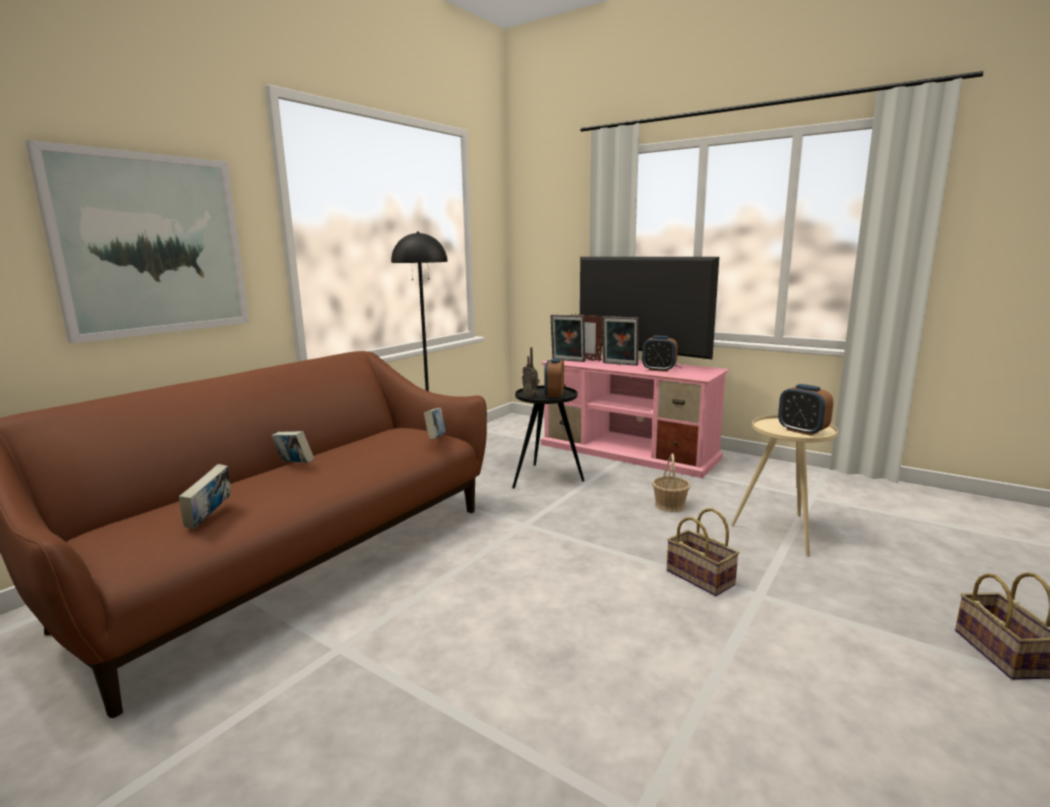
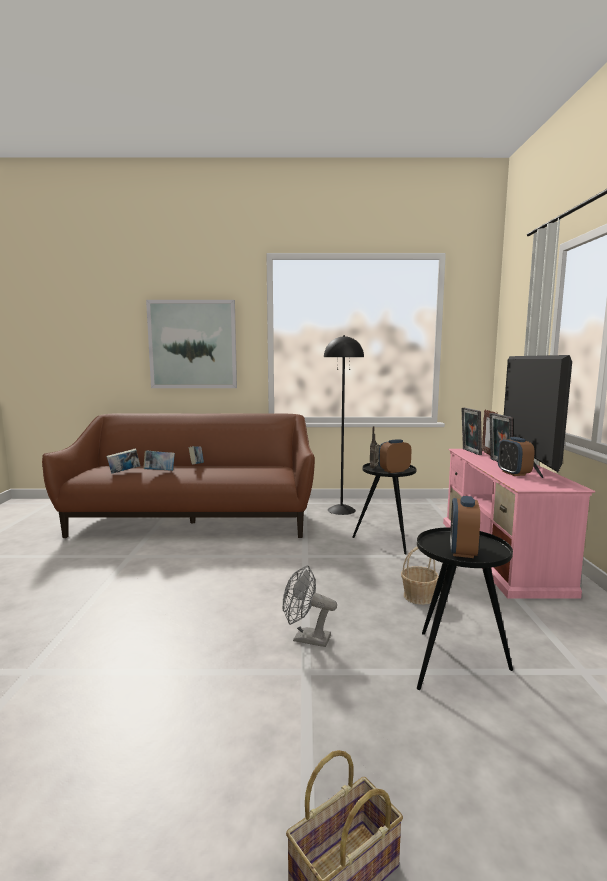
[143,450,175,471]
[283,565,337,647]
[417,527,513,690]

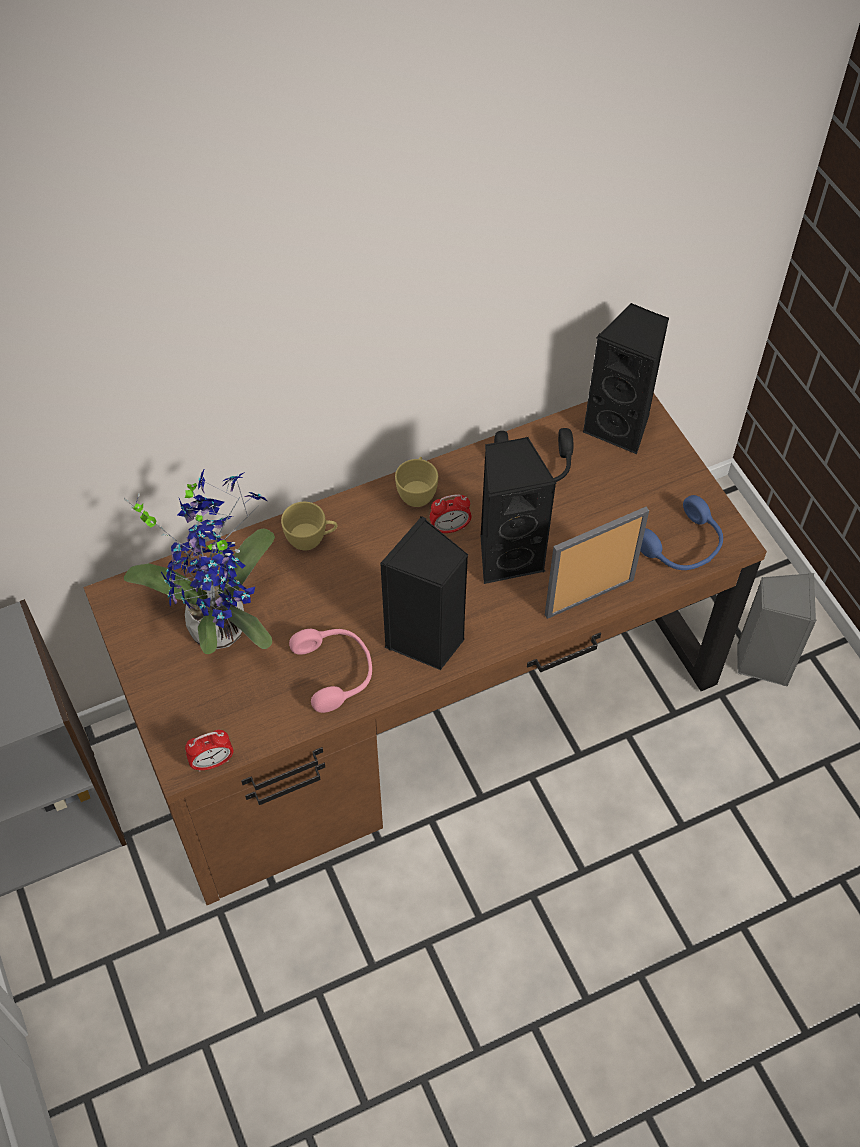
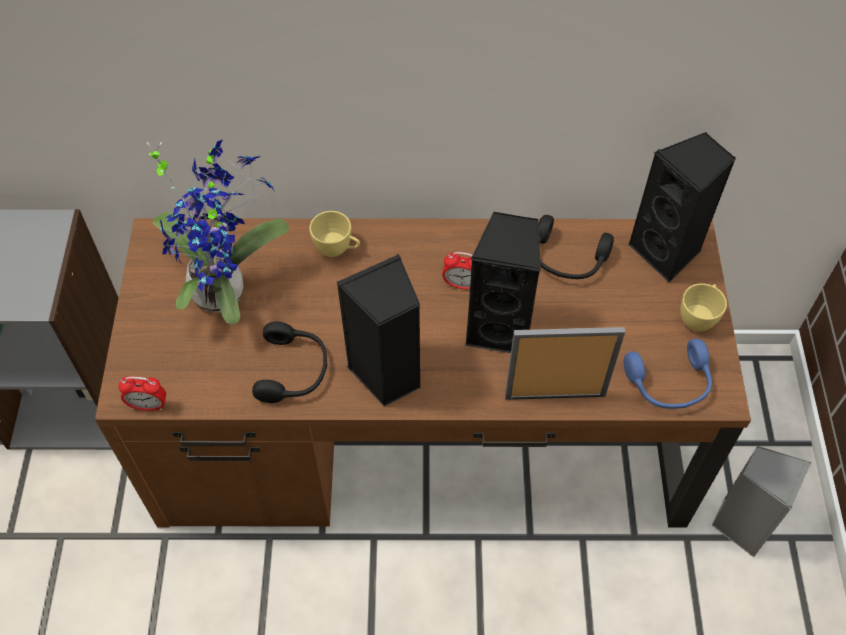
[252,322,327,403]
[681,283,727,331]

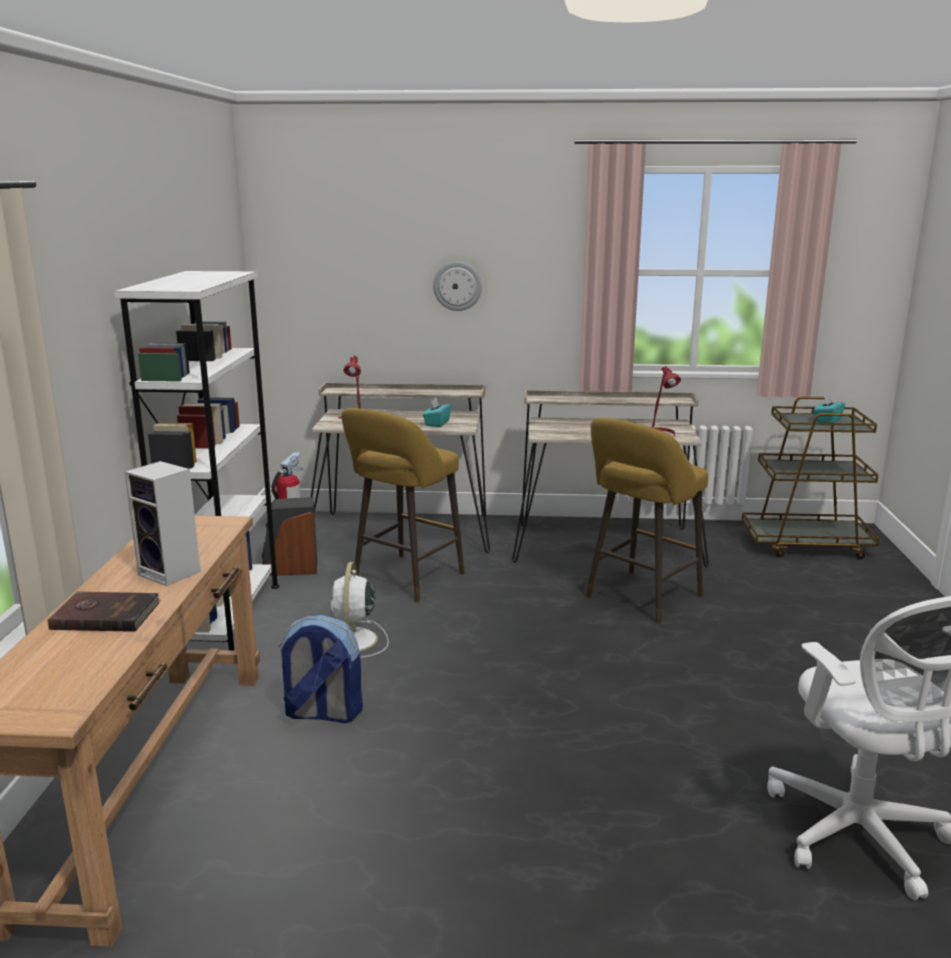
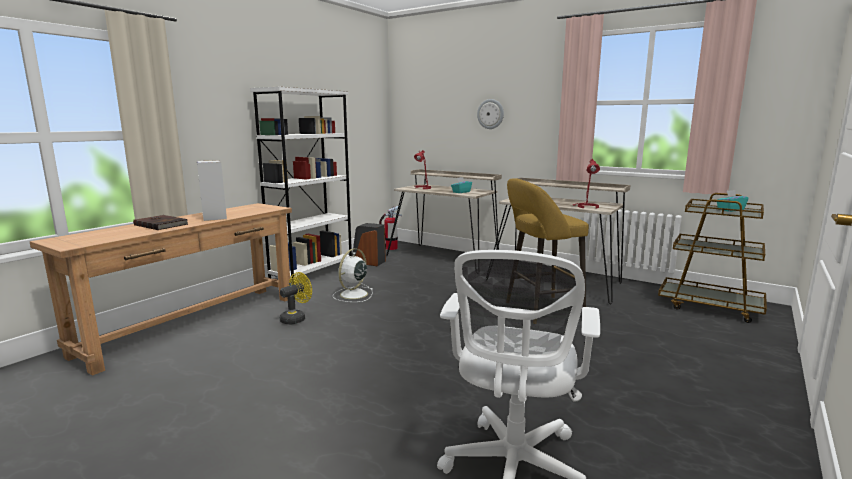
[280,272,312,325]
[342,408,465,602] (first image)

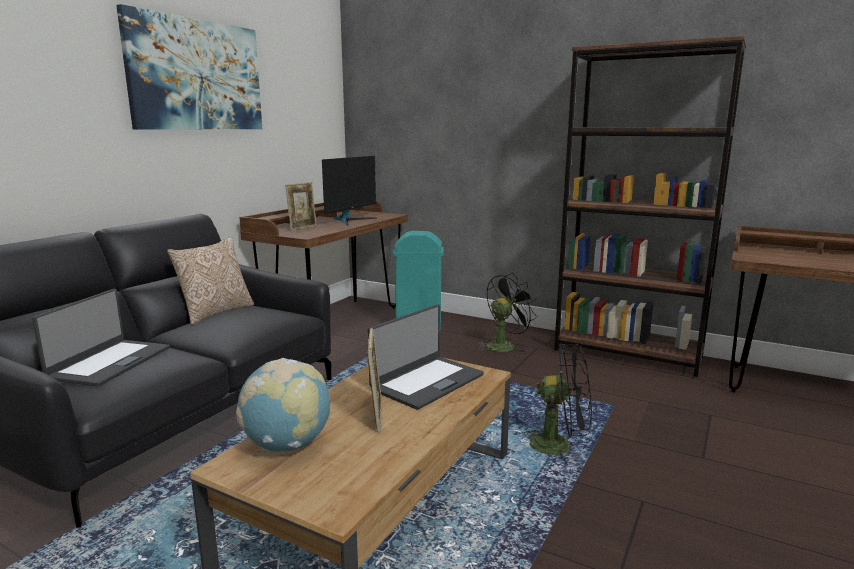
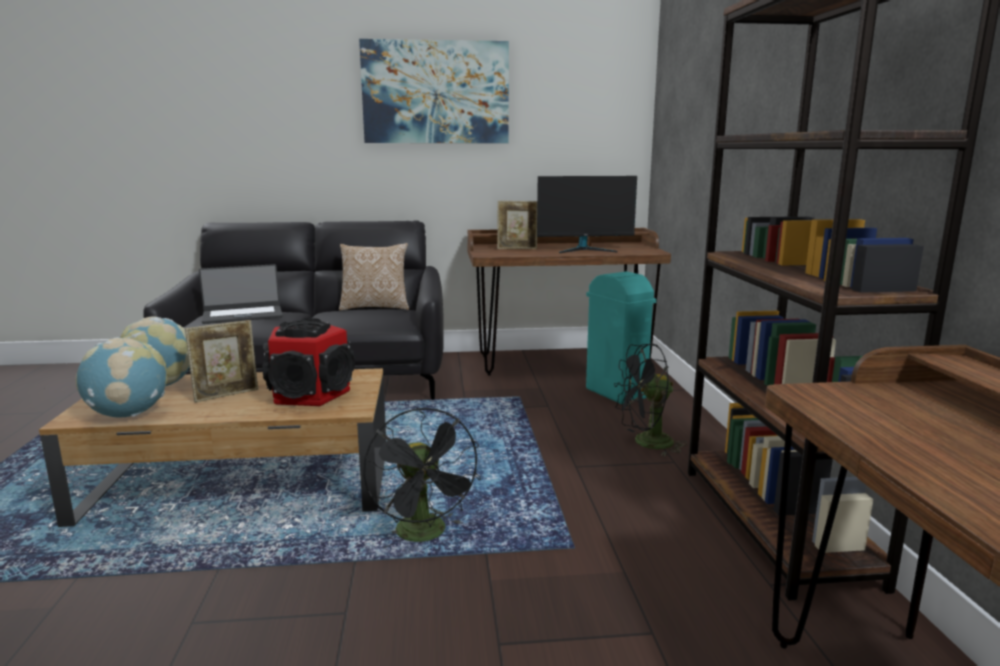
[76,337,167,418]
[262,318,355,406]
[614,343,688,456]

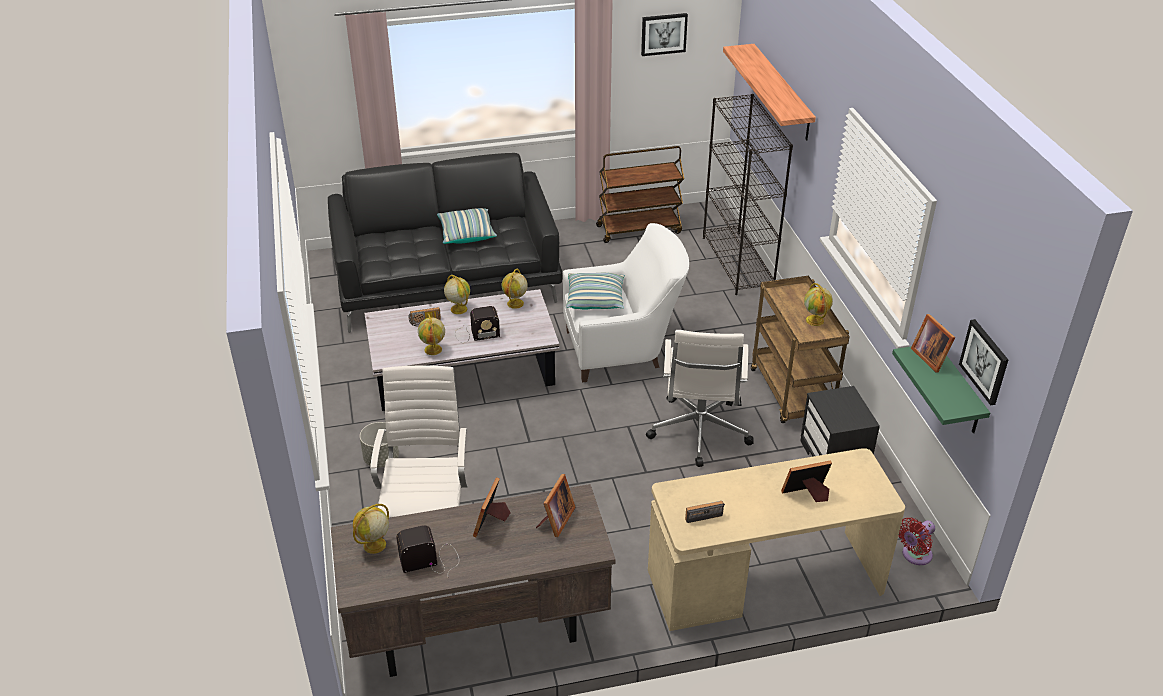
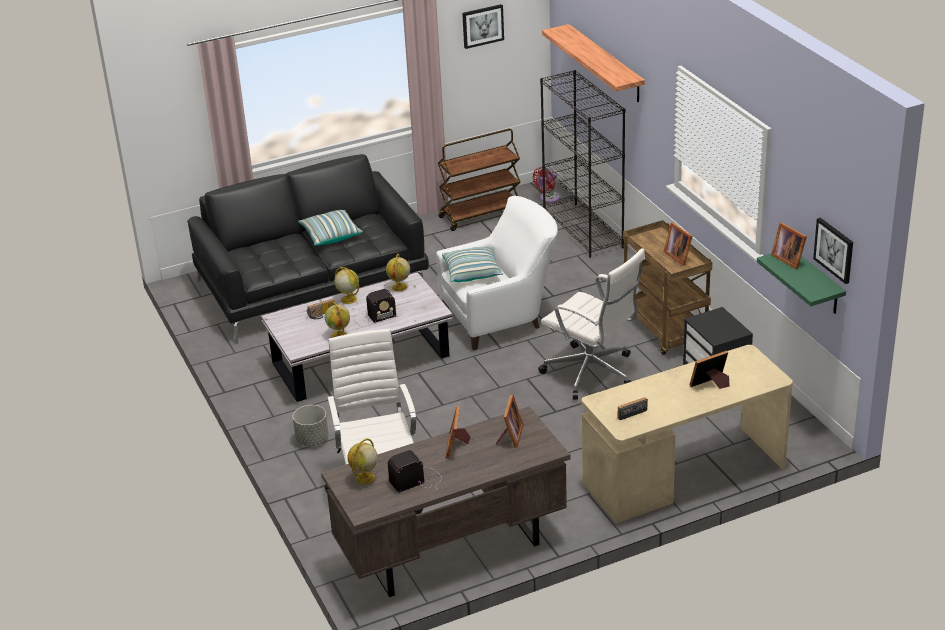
[532,167,560,203]
[538,248,645,400]
[663,223,693,265]

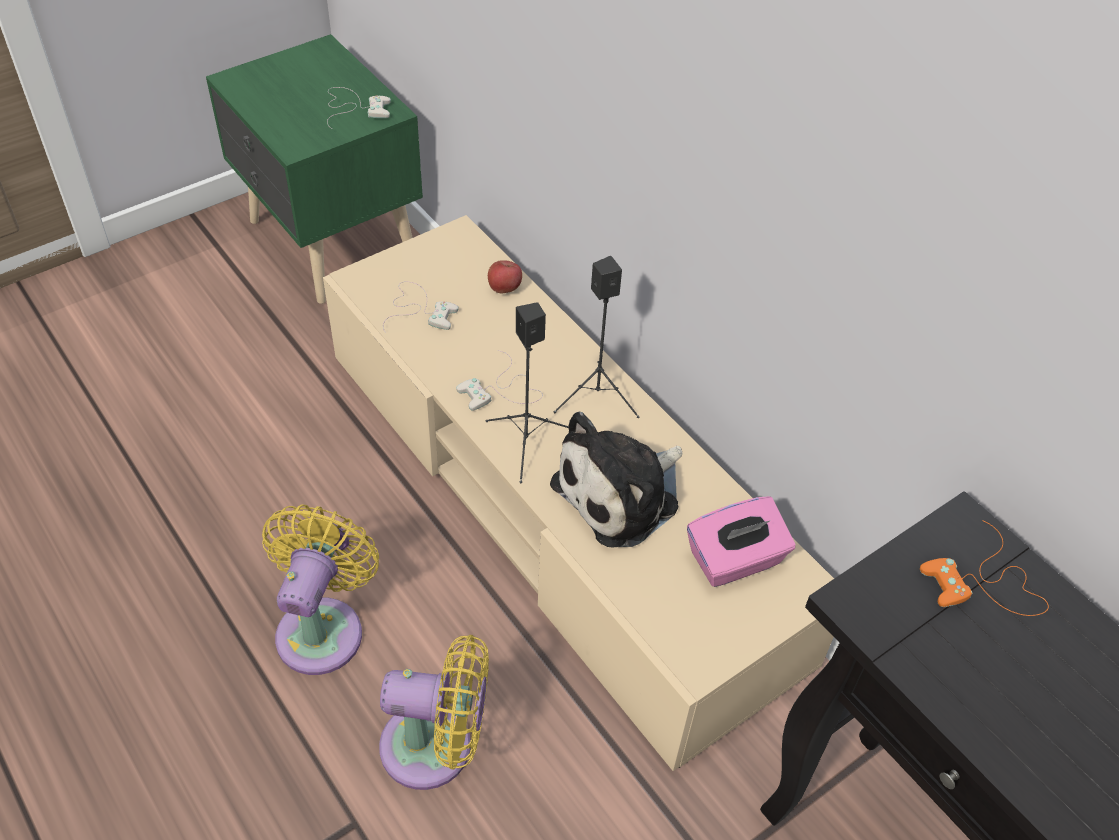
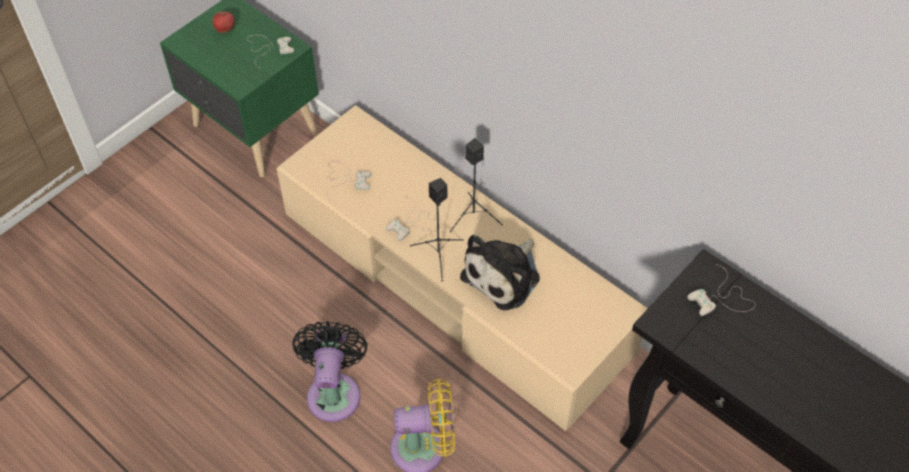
[212,12,235,33]
[292,321,367,422]
[687,264,755,316]
[687,496,795,587] (first image)

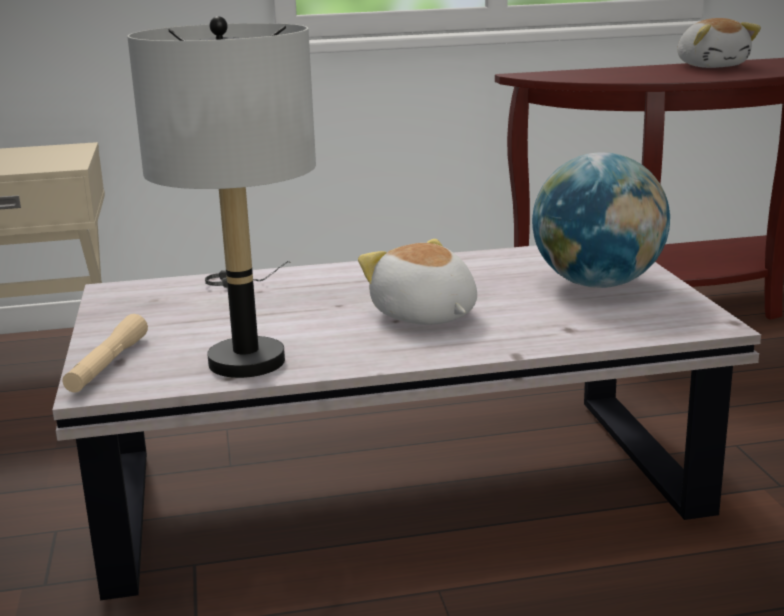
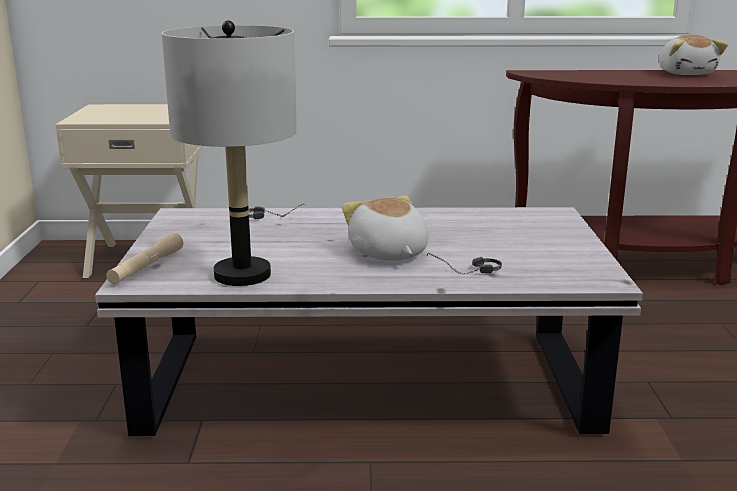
[426,253,502,274]
[532,152,670,288] (first image)

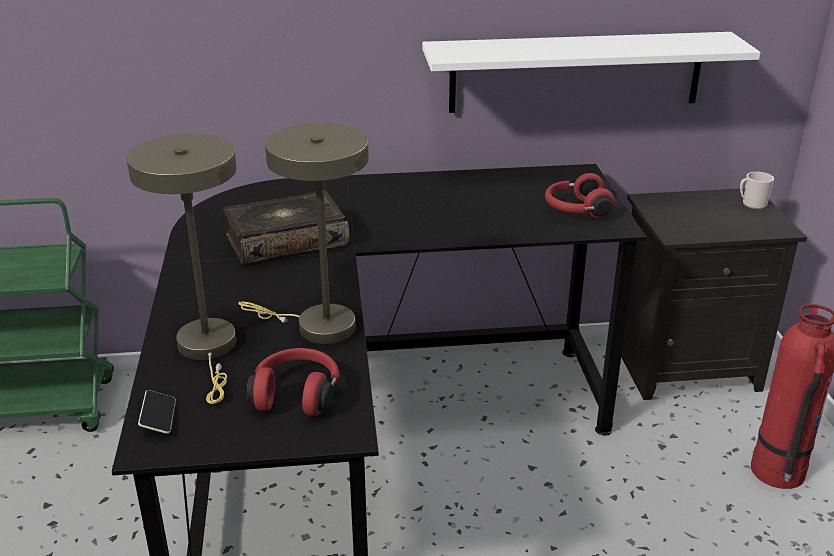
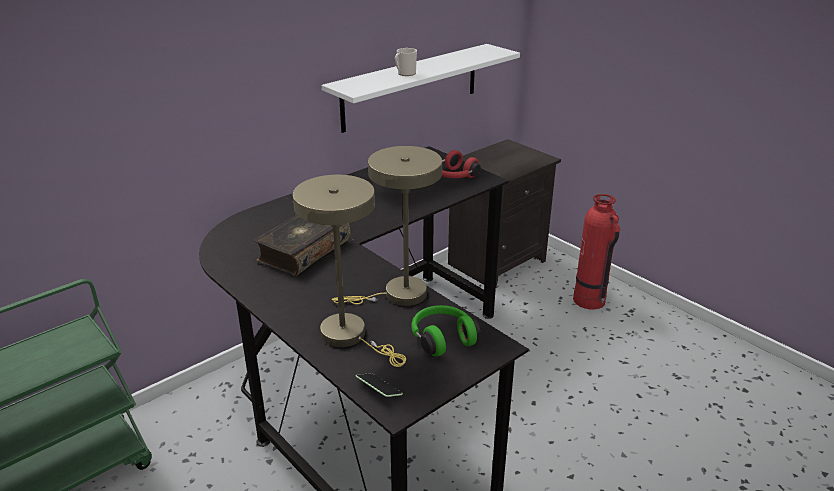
[395,48,417,76]
[411,305,480,357]

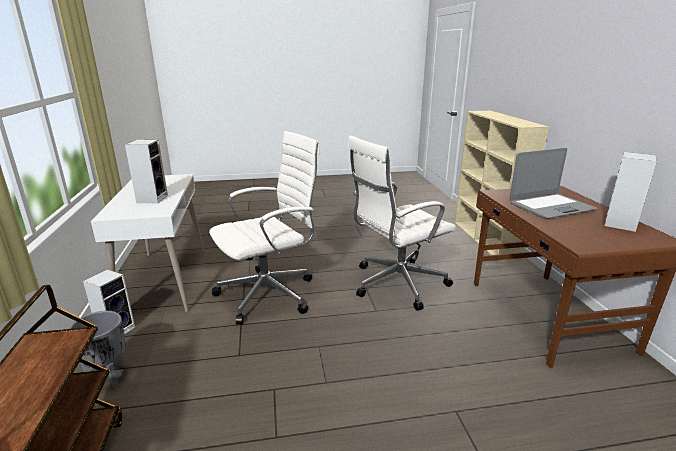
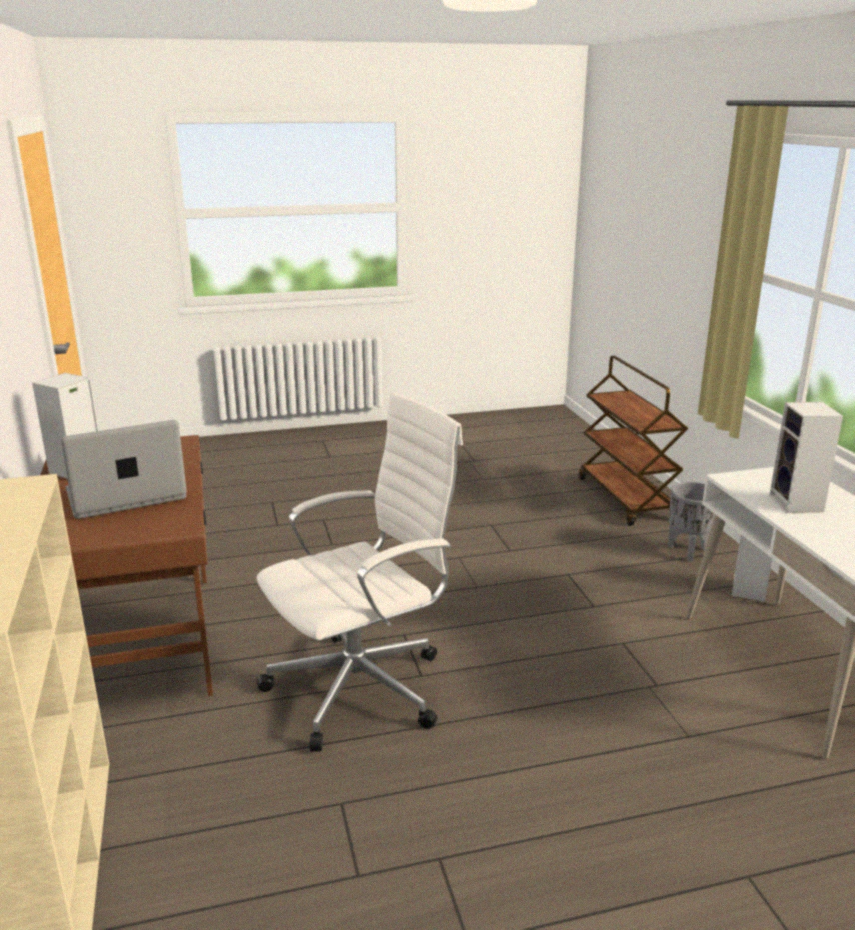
[209,131,320,325] (first image)

